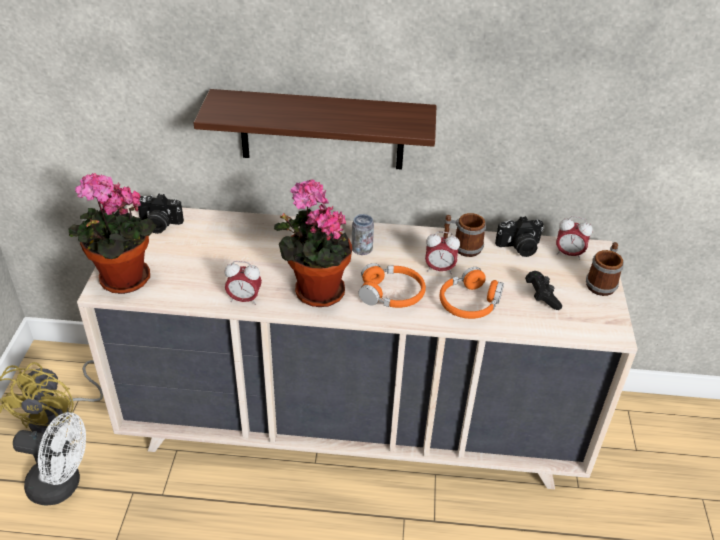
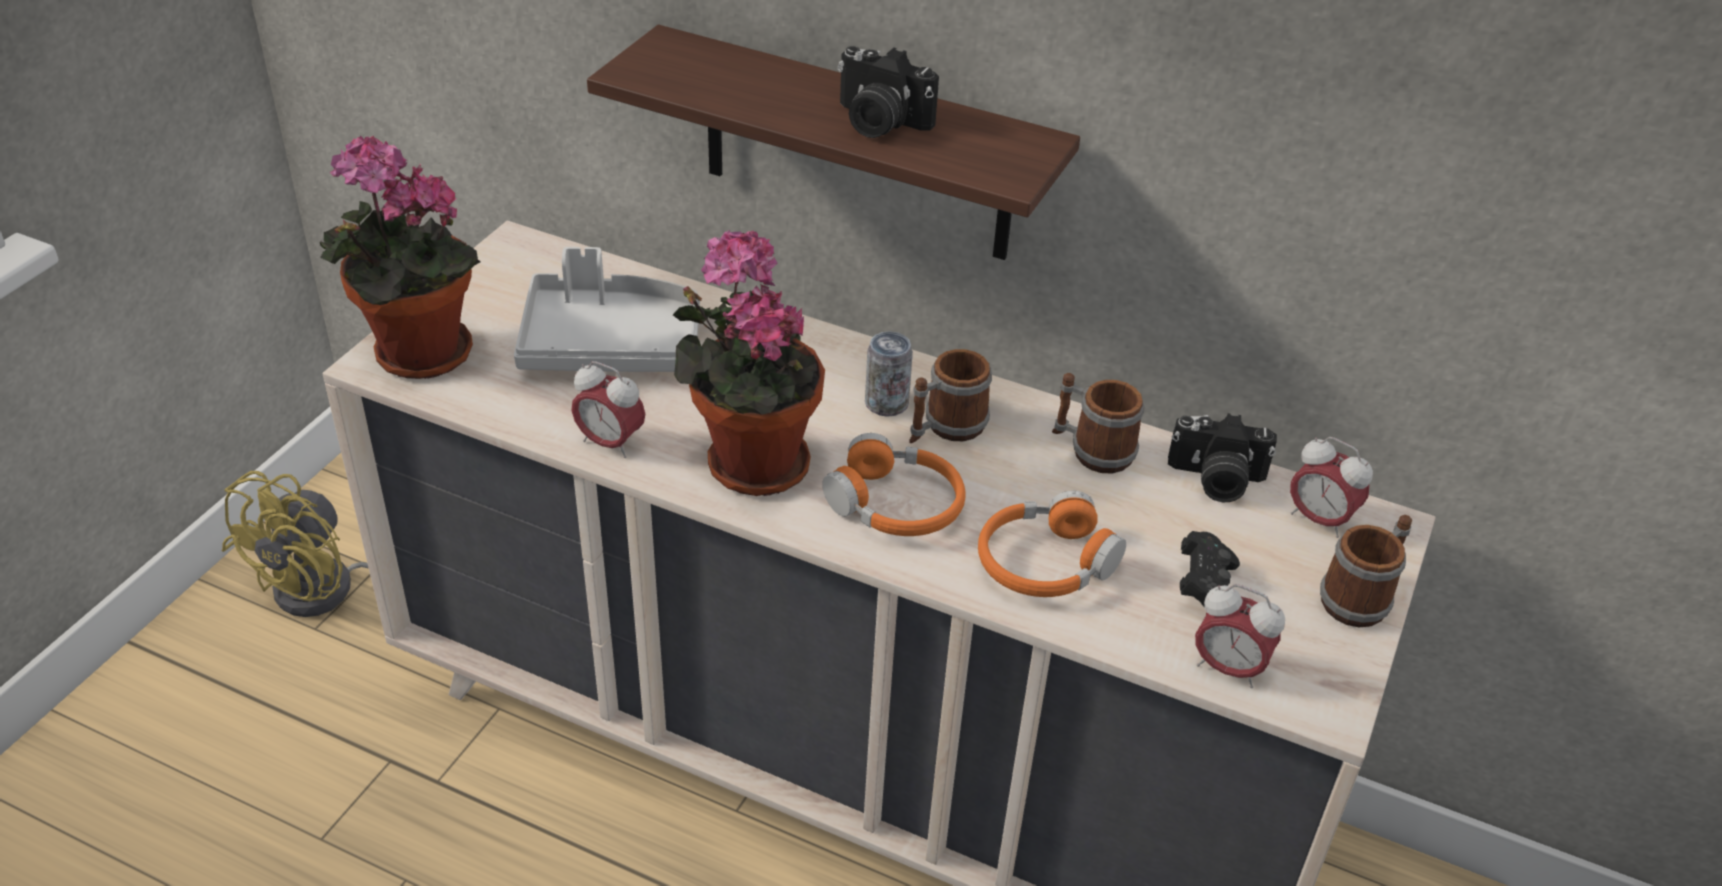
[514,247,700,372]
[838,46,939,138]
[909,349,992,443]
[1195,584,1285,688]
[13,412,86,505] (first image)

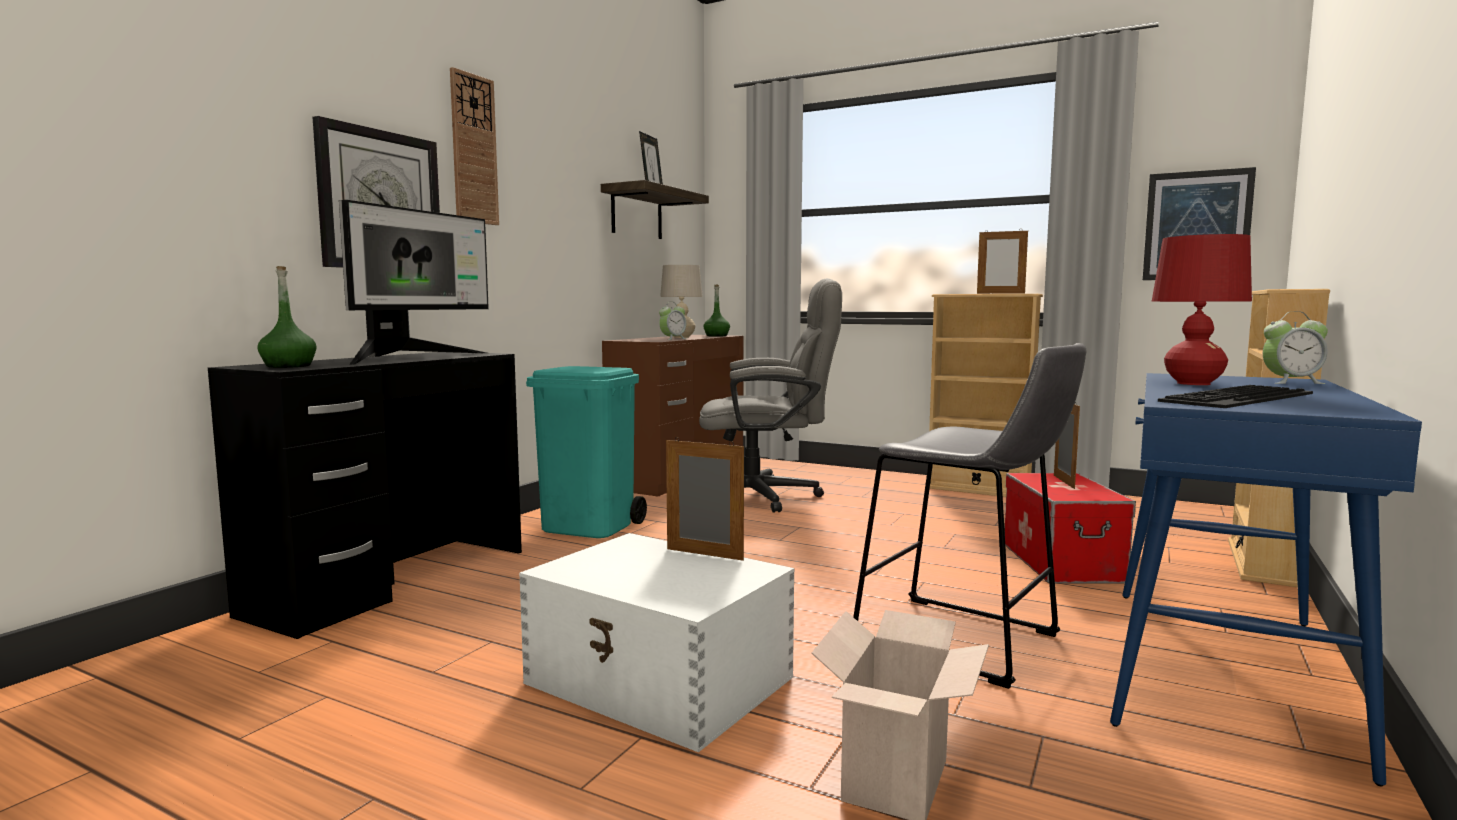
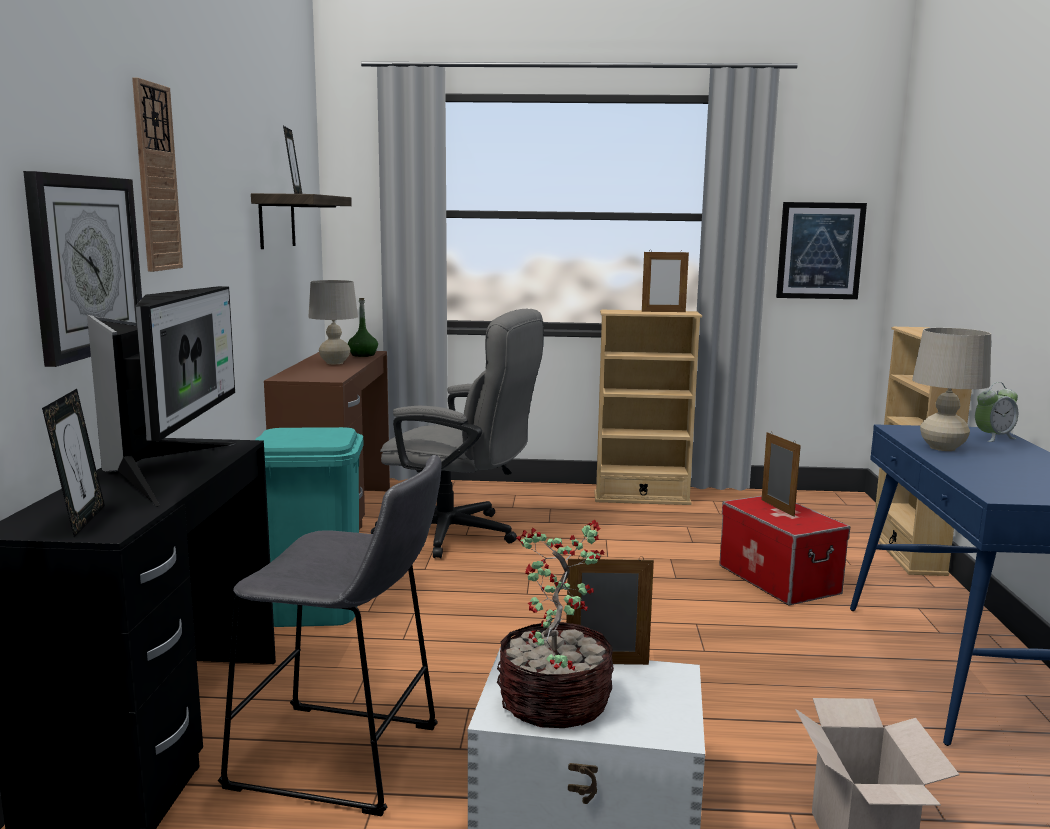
[42,389,105,537]
[218,455,442,816]
[371,309,544,558]
[497,520,614,728]
[912,328,991,451]
[659,302,686,340] (first image)
[1158,385,1313,408] (first image)

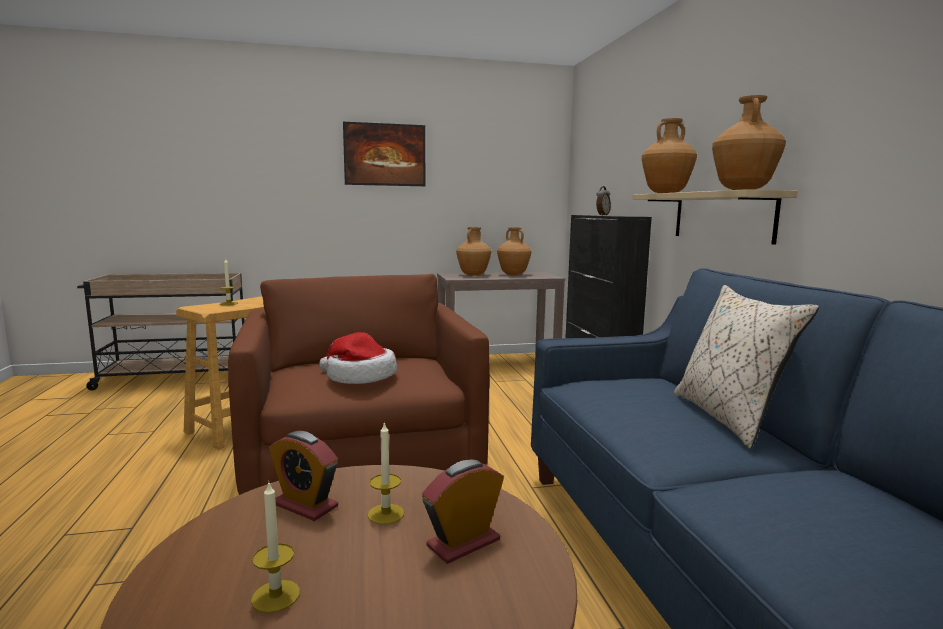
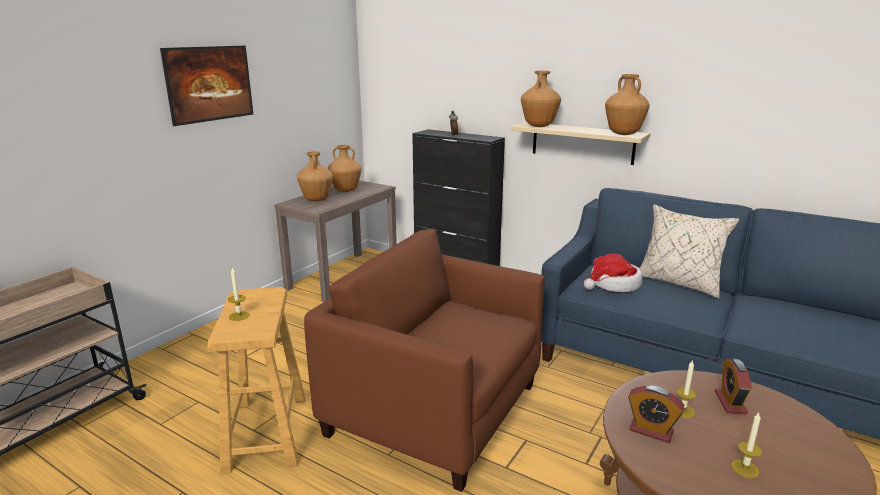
[584,254,643,292]
[628,386,684,443]

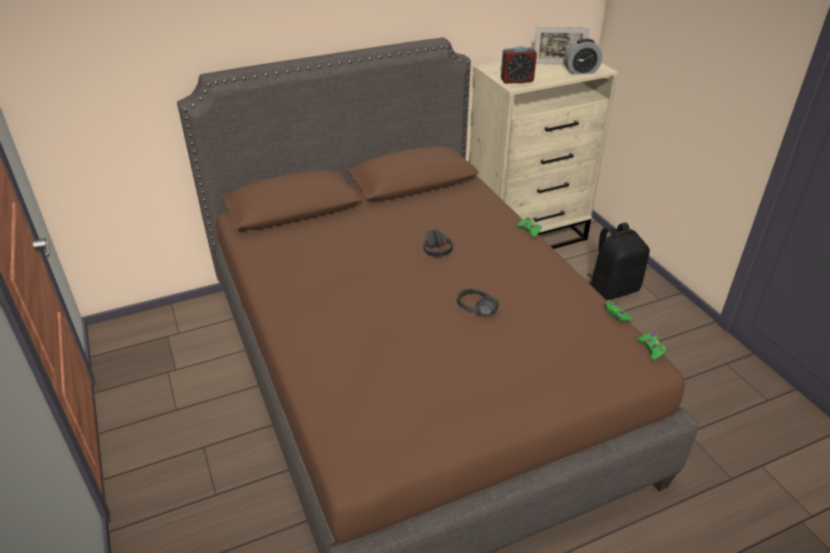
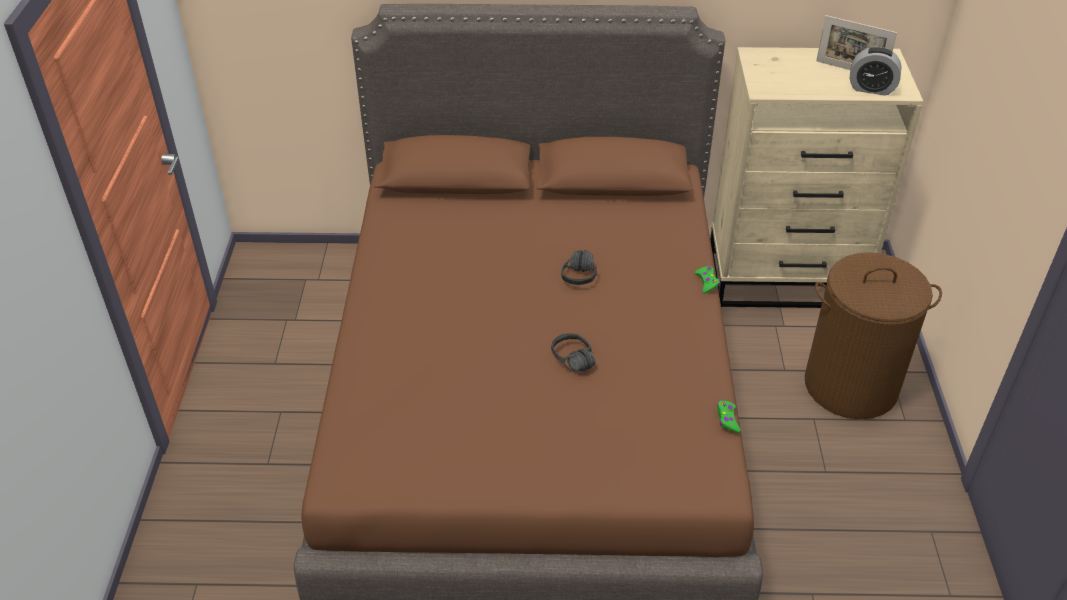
[805,252,942,419]
[501,46,537,84] (first image)
[637,333,667,360] (first image)

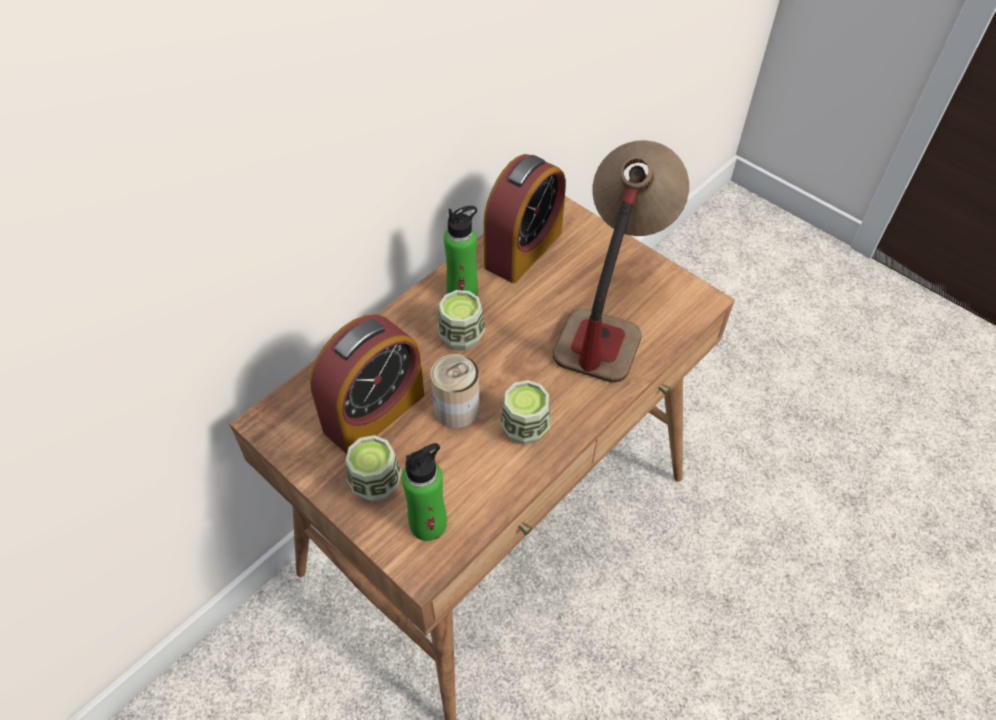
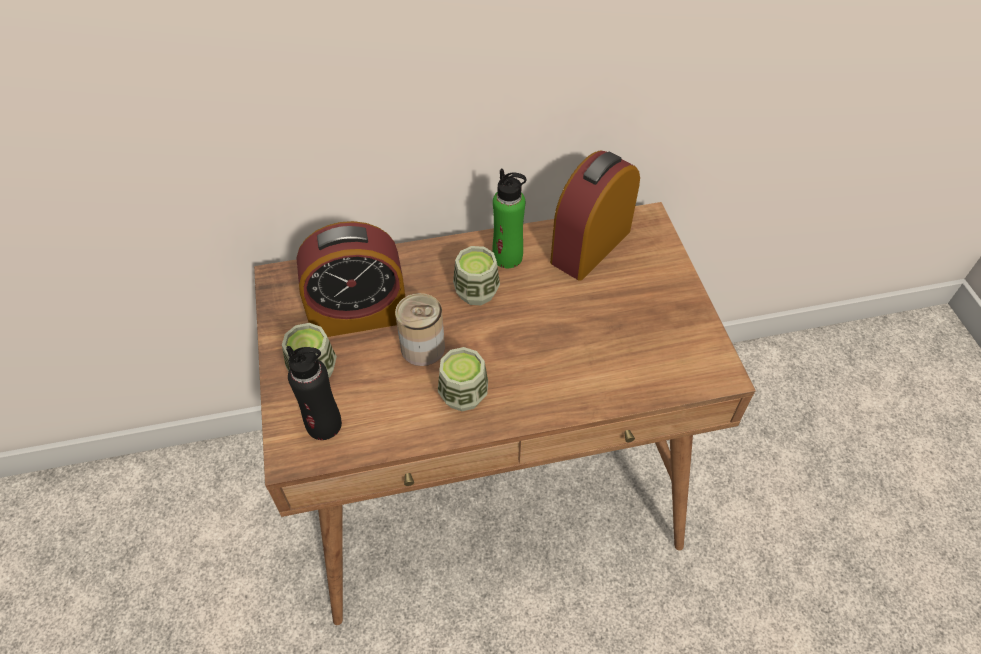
[286,346,342,440]
[550,150,640,281]
[553,140,689,382] (first image)

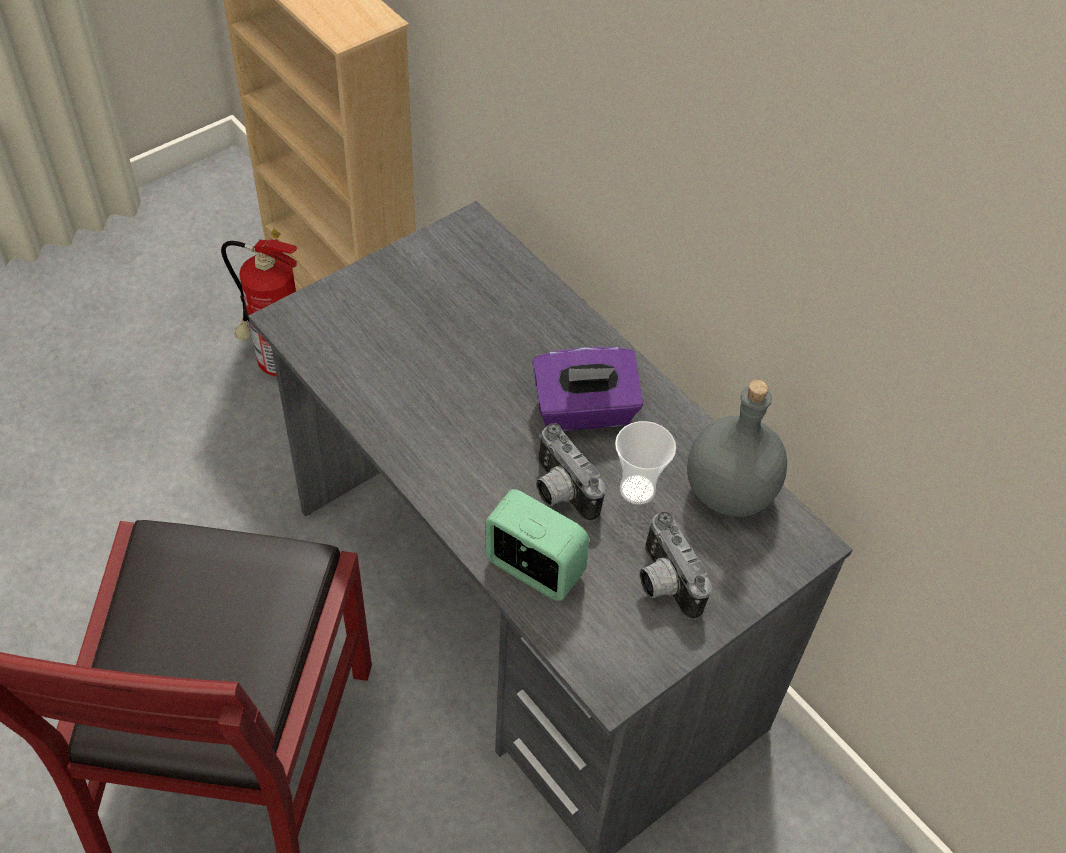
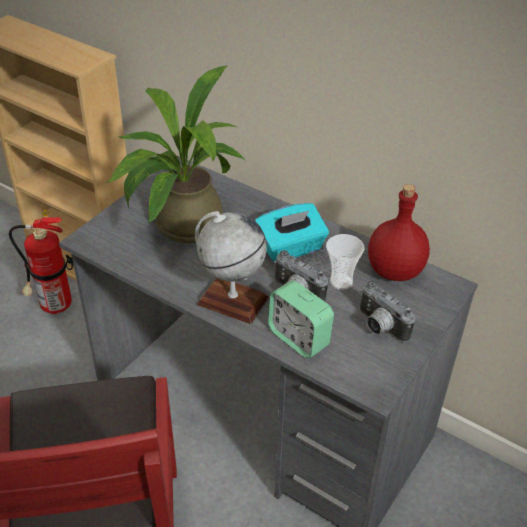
[106,66,245,243]
[195,211,269,324]
[255,203,329,262]
[268,280,334,359]
[368,184,430,281]

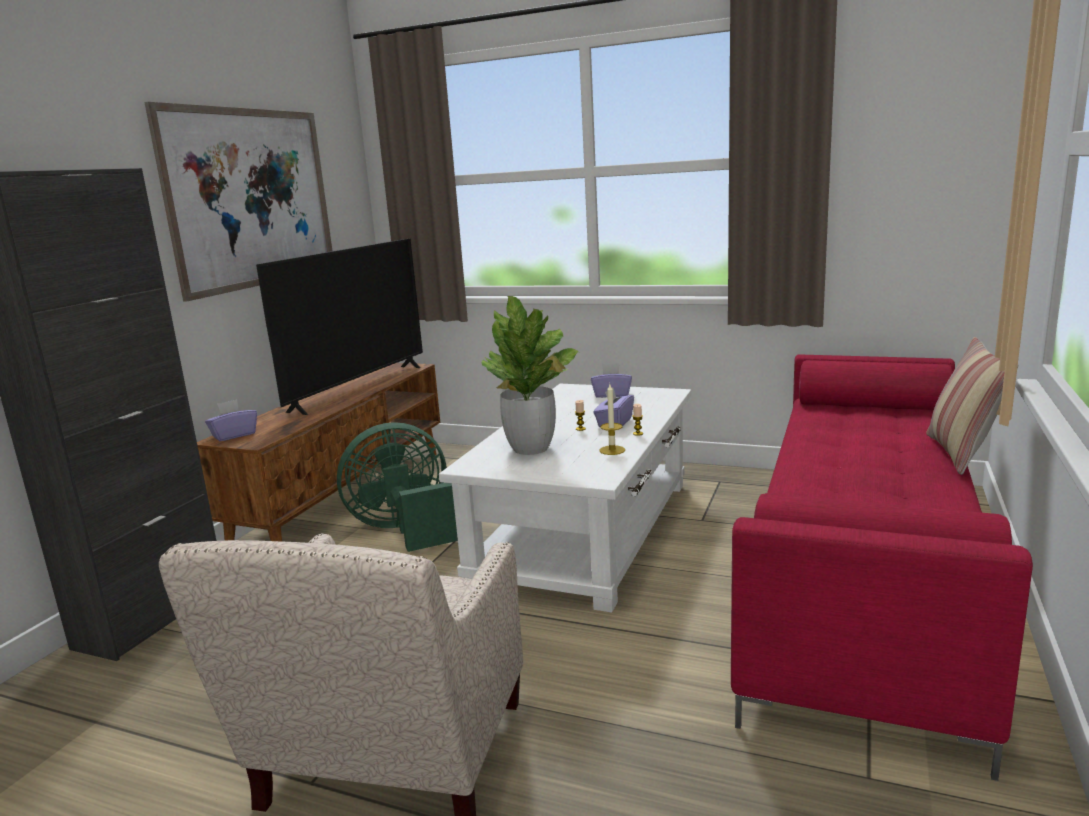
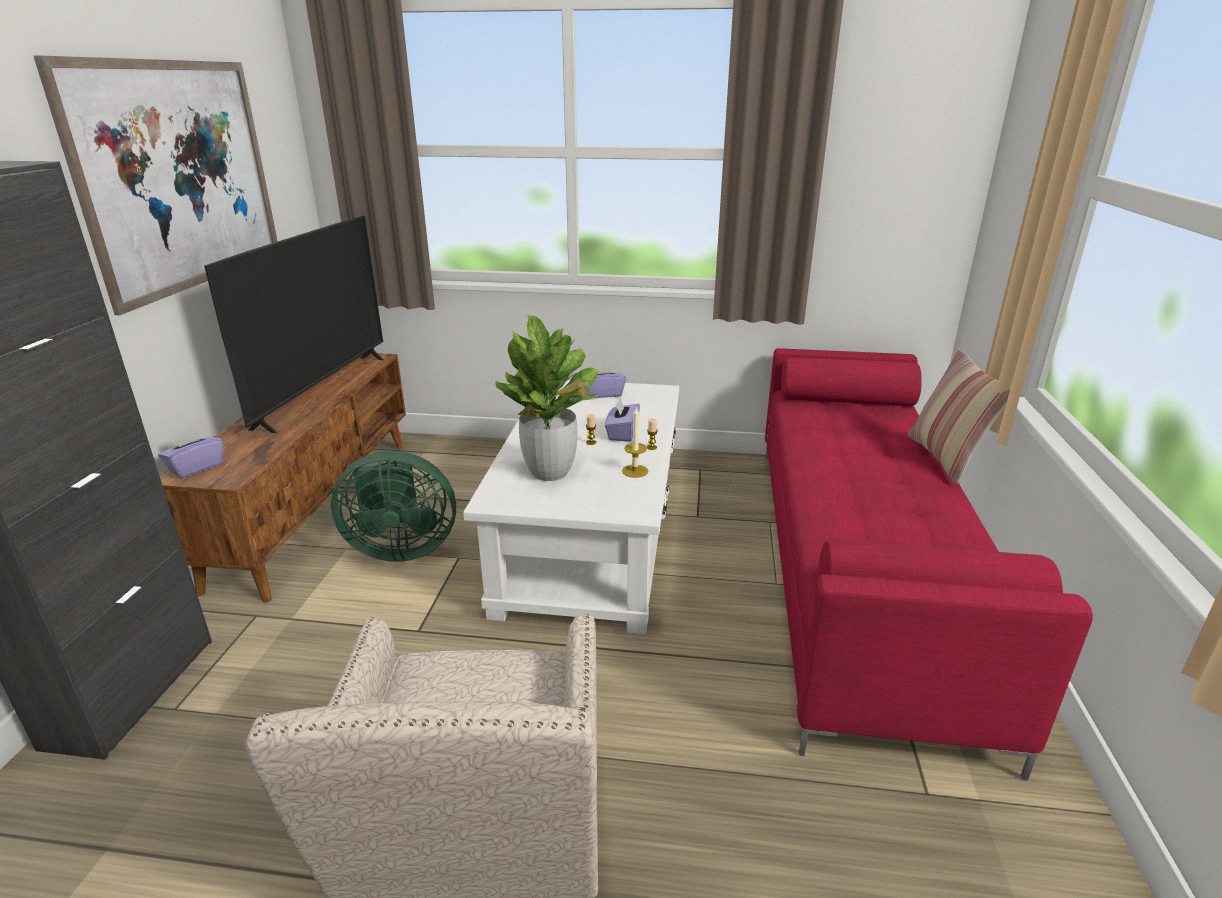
[331,451,456,562]

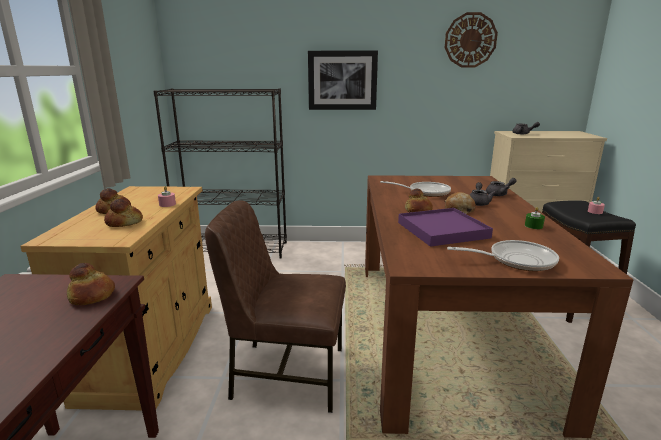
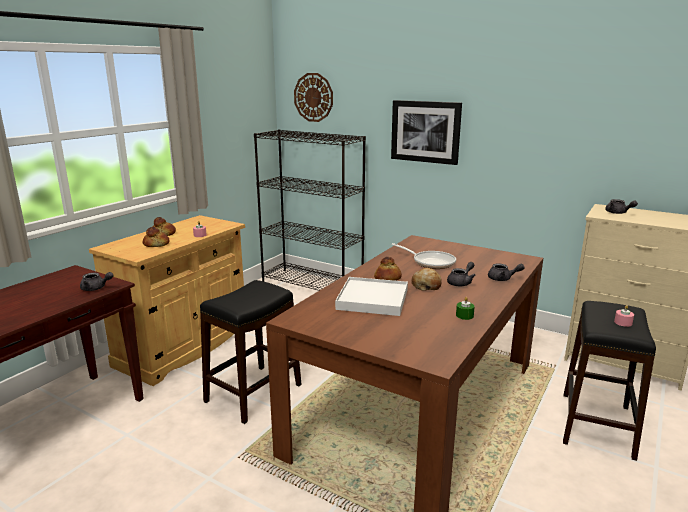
[80,272,113,291]
[200,280,302,424]
[294,73,333,122]
[335,277,408,316]
[447,240,559,271] (first image)

